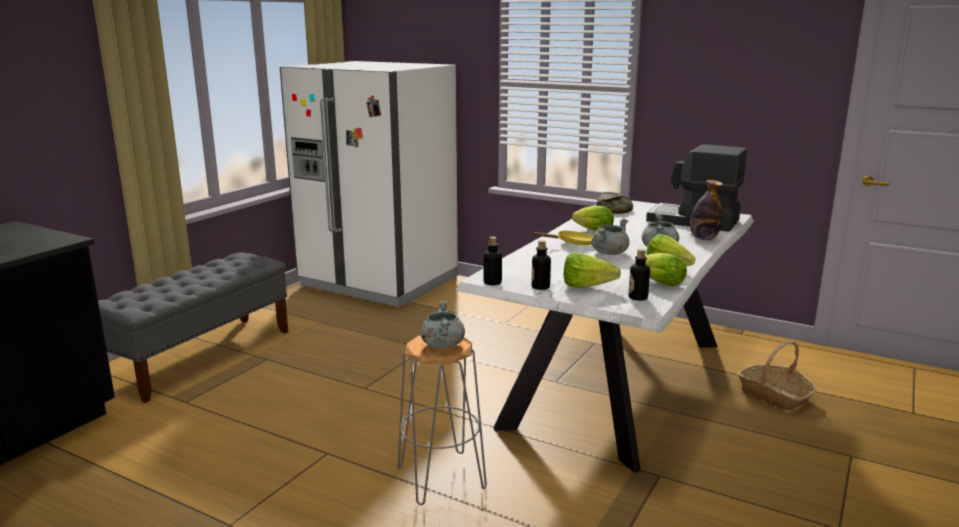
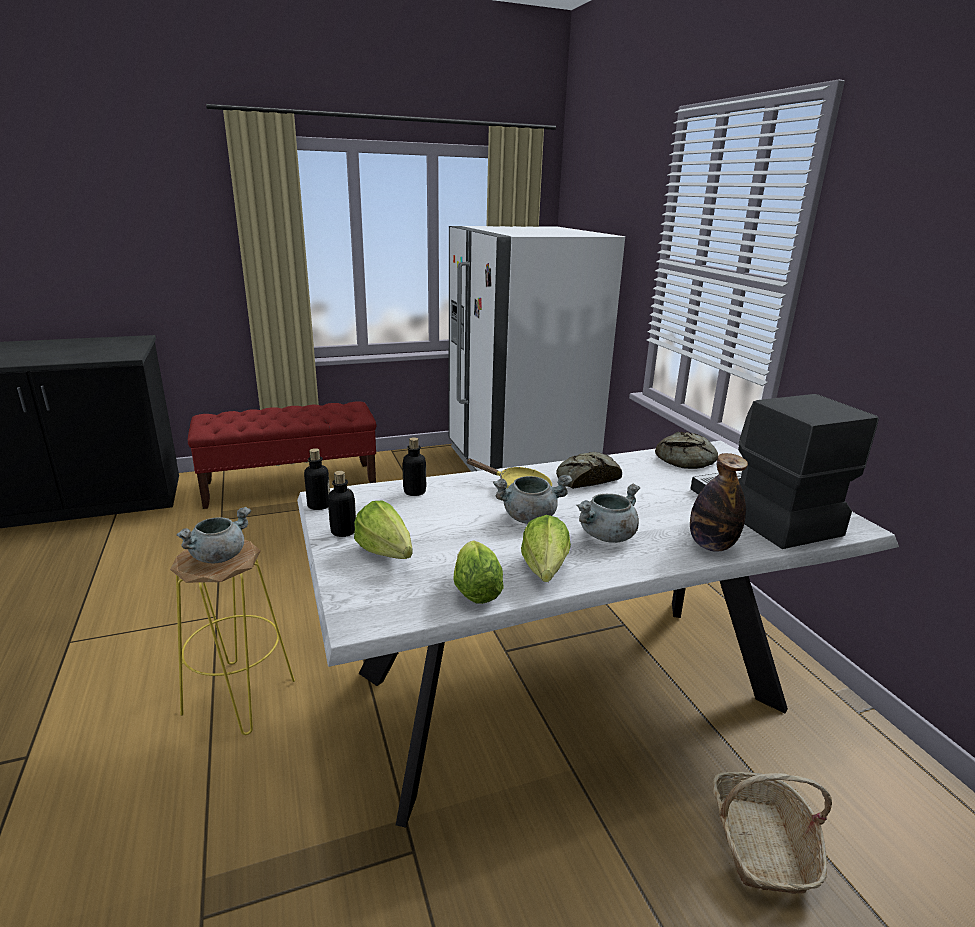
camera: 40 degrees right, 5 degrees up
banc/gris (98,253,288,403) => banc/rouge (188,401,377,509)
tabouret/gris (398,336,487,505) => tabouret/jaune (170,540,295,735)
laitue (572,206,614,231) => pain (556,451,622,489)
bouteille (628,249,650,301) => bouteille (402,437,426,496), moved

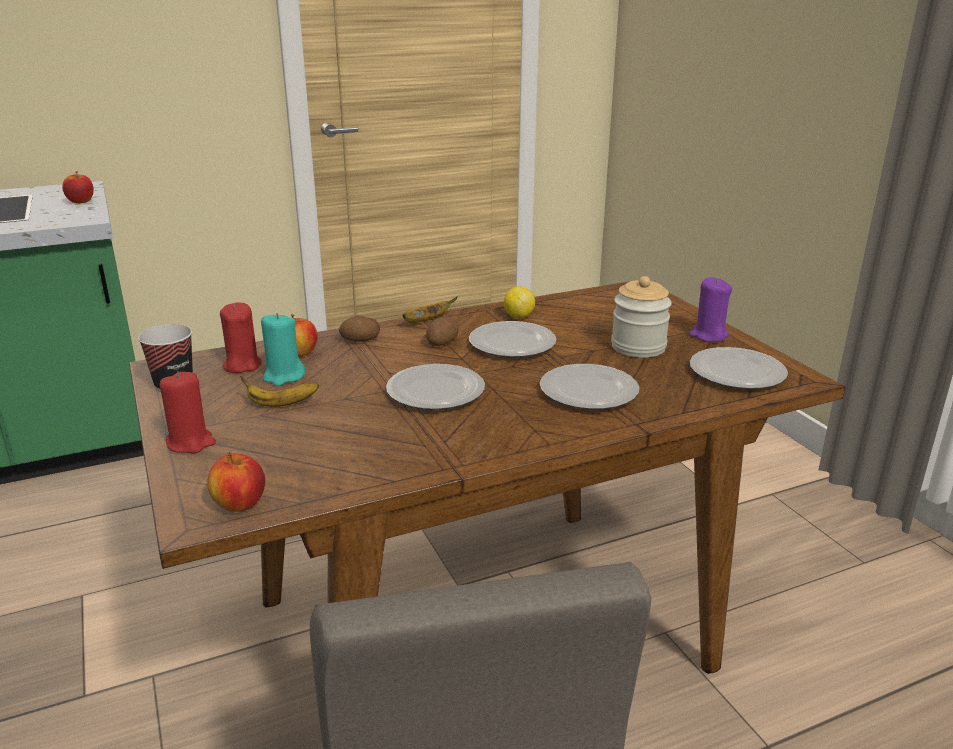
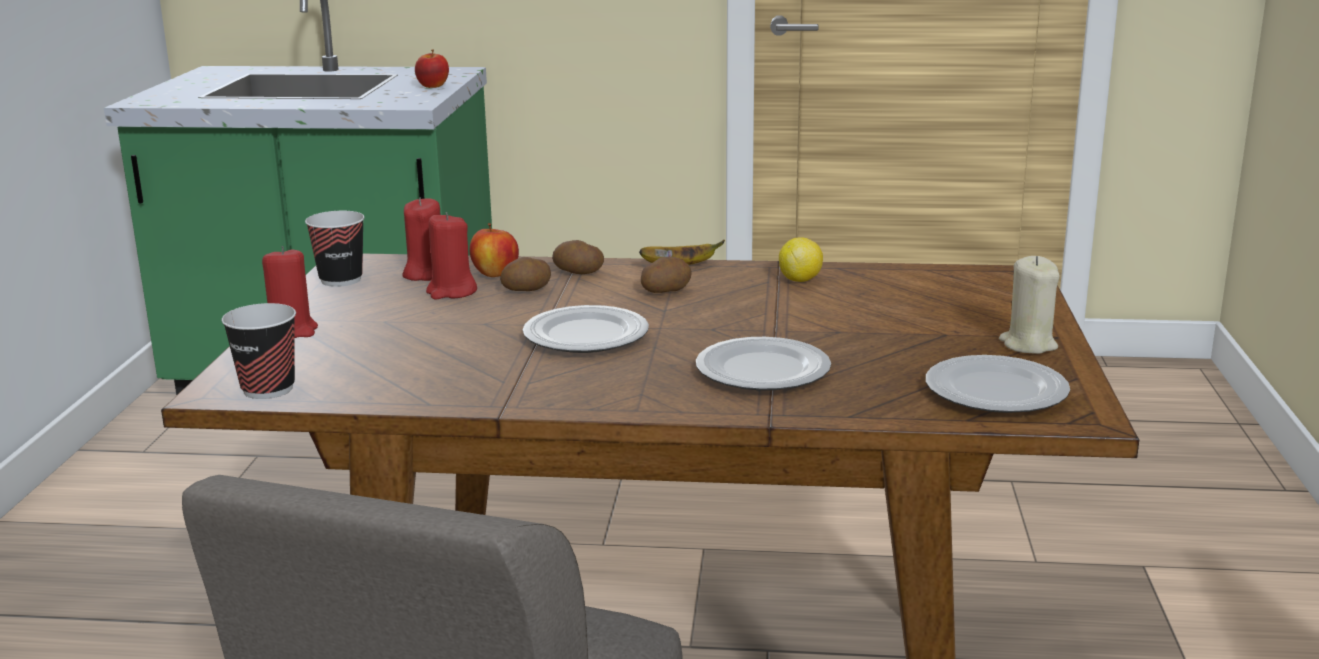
camera: 30 degrees right, 5 degrees down
pomme (207,452,265,512) => tasse (221,303,296,399)
banane (240,376,319,407) => nothing
bougie/turquoise (261,313,305,386) => bougie/rouge (426,212,477,300)
assiette (469,321,557,357) => nothing
bocal (611,276,672,358) => nothing
bougie/violet (688,277,732,342) => bougie/beige (999,256,1060,354)
nothing => pomme de terre (500,257,551,291)

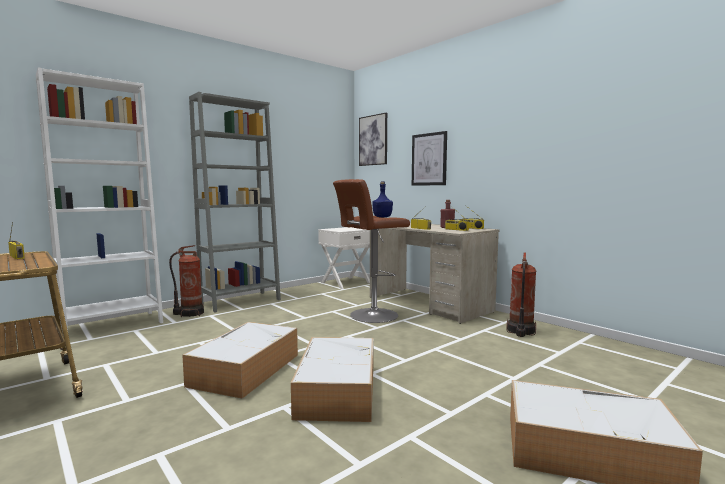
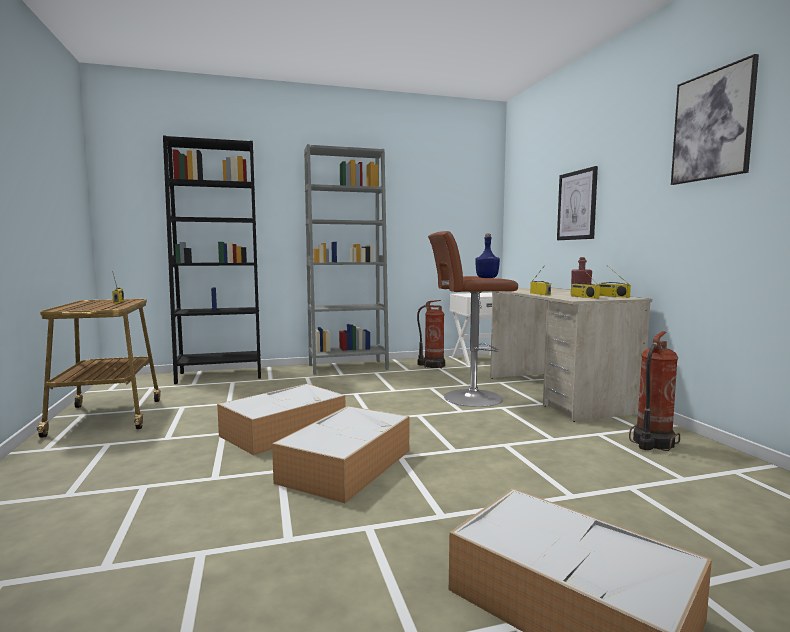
camera: 25 degrees right, 0 degrees up
bibliothèque/blanc (36,67,163,330) => bibliothèque/noir (163,135,261,384)
extincteur (169,245,204,317) => extincteur (417,300,445,369), moved
tableau (359,113,387,166) => tableau (671,54,759,185), moved

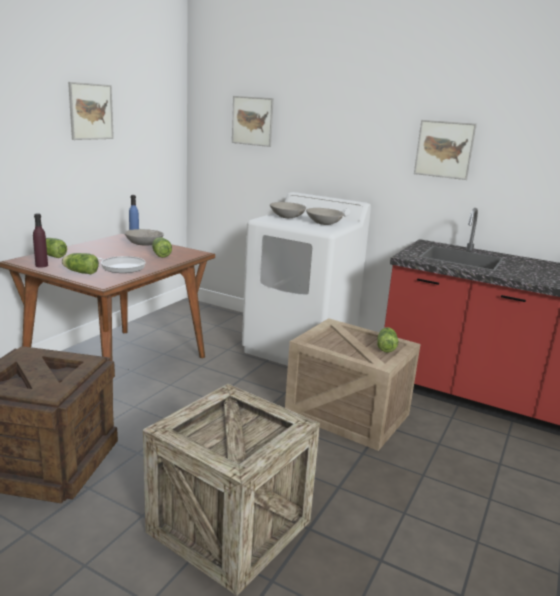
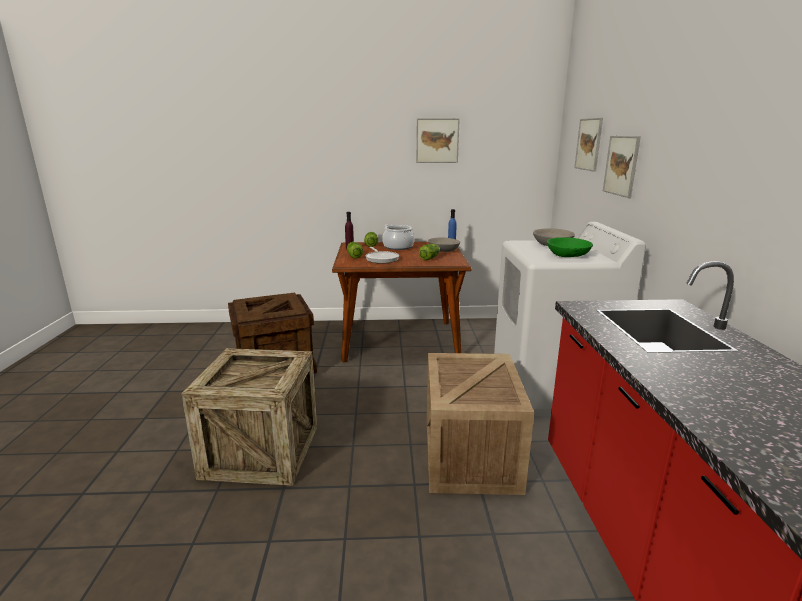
camera: 60 degrees right, 0 degrees up
bol/gris (306,208,344,225) => bol/vert (547,237,593,257)
laitue (377,327,398,353) => nothing
tableau (414,120,477,180) => tableau (603,136,641,198), moved
nothing => marmite (382,224,415,250)

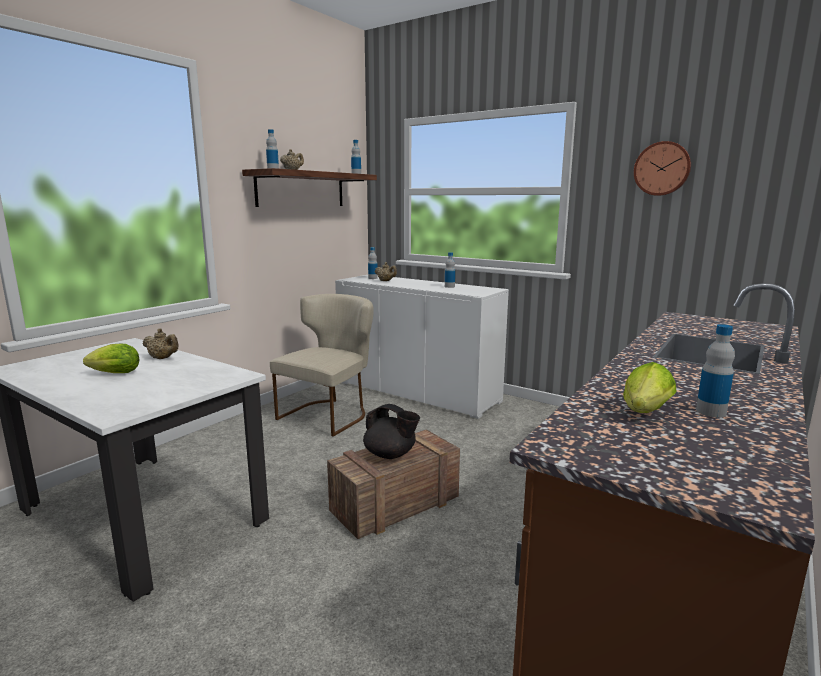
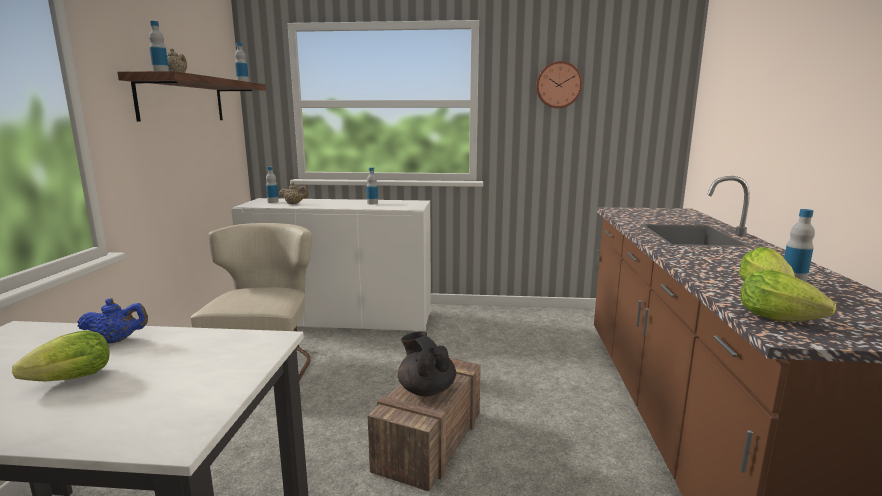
camera: 30 degrees left, 0 degrees up
théière/beige (143,329,179,359) => théière/bleu (77,298,148,343)
théière/noir (363,404,420,459) => théière/noir (398,331,456,396), 120 degrees counterclockwise
nothing => laitue (740,270,836,322)

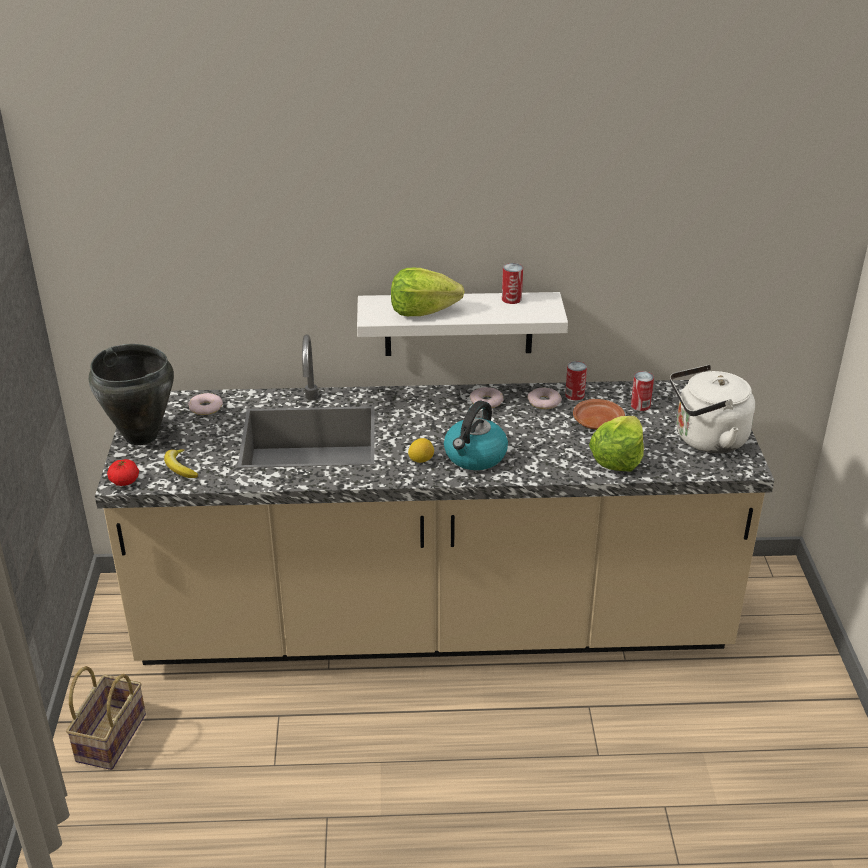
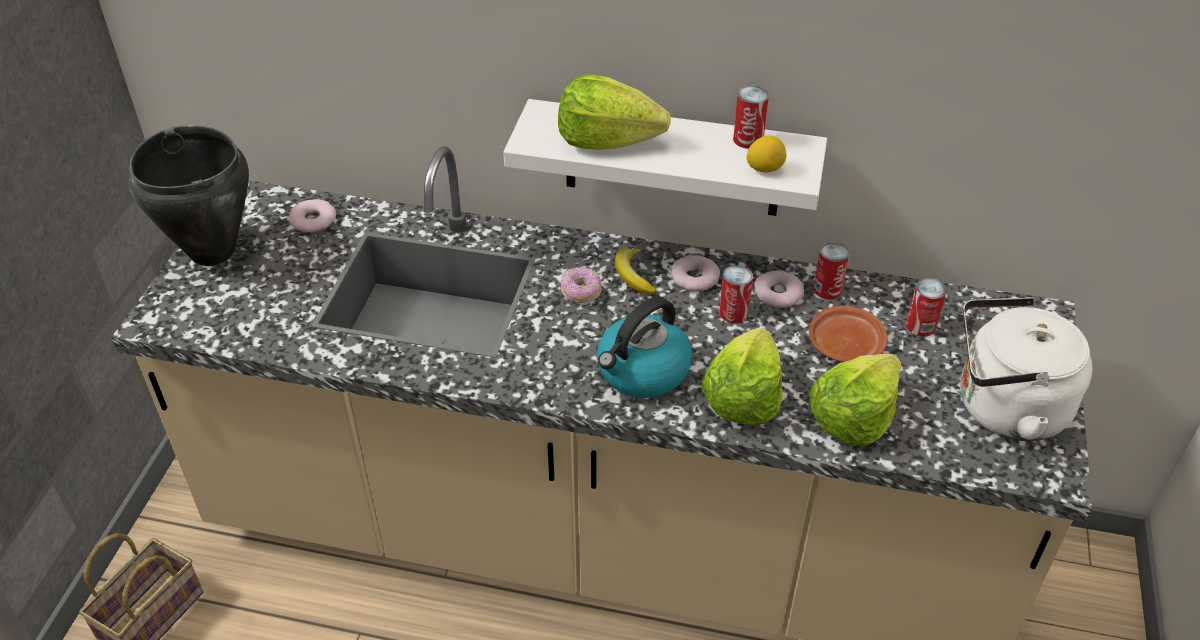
camera: 15 degrees right, 10 degrees up
tomate (107,459,139,486) => nothing
banane (164,449,198,478) => banane (615,248,656,295), moved
citron (408,438,434,463) => citron (746,136,786,173), moved
nothing => beignet (561,267,602,303)
nothing => laitue (701,328,783,426)
nothing => boîte métallique (719,265,753,323)

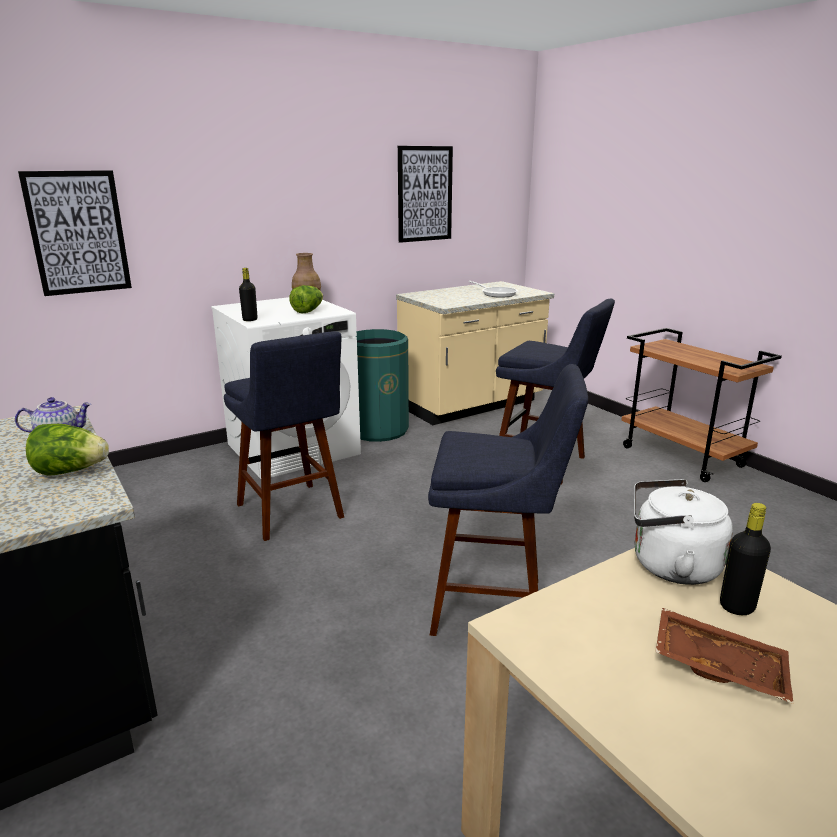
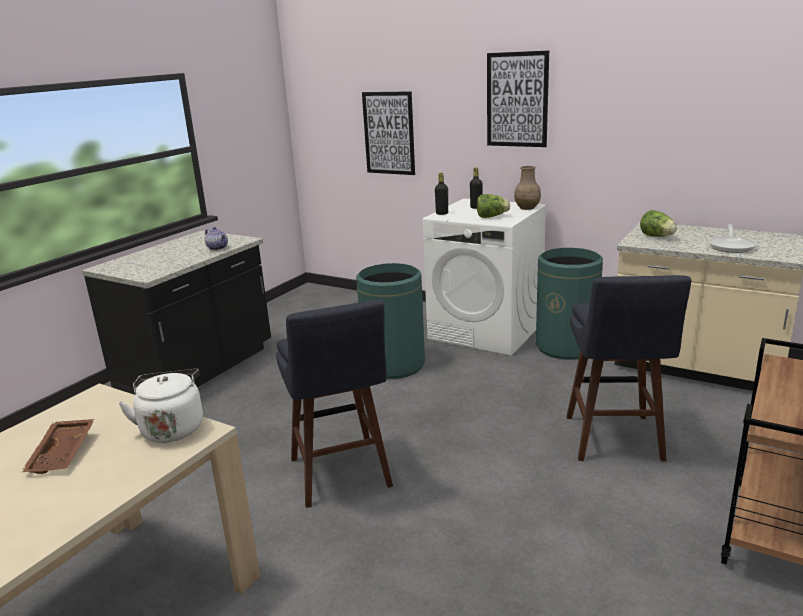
camera: 65 degrees right, 0 degrees up
laitue (26,424,109,475) => laitue (640,210,677,237), moved
tabouret/bleu (224,331,344,541) => poubelle/vert (356,263,425,379)
tableau (398,146,453,243) => tableau (487,51,549,147), moved
bouteille/noir (720,503,771,615) => bouteille/noir (470,167,482,209), moved

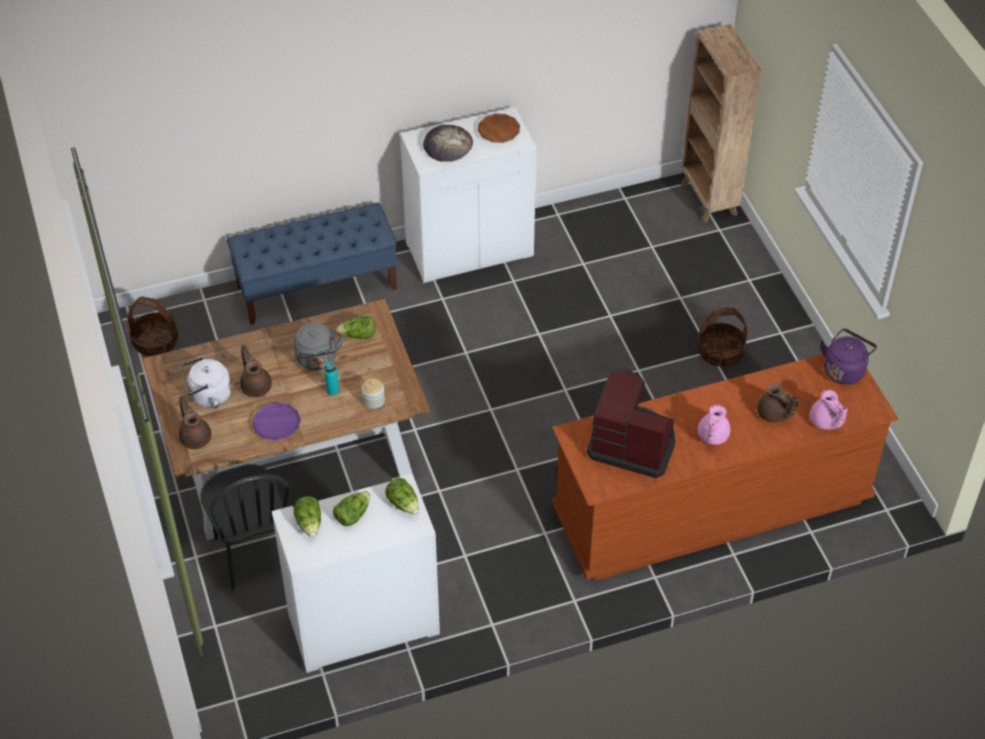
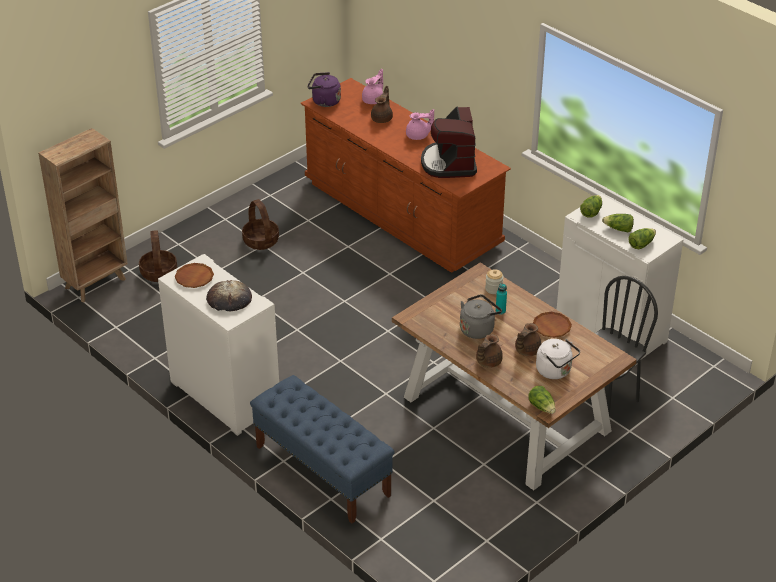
camera: 115 degrees left, 10 degrees down
panier (127,296,178,356) => panier (139,230,177,282), moved
théière/marron (179,395,212,449) => théière/marron (476,334,503,368), moved
assiette/violet (252,403,301,441) => assiette/marron (533,312,572,338)
laitue (336,316,375,339) => laitue (528,386,555,414), moved

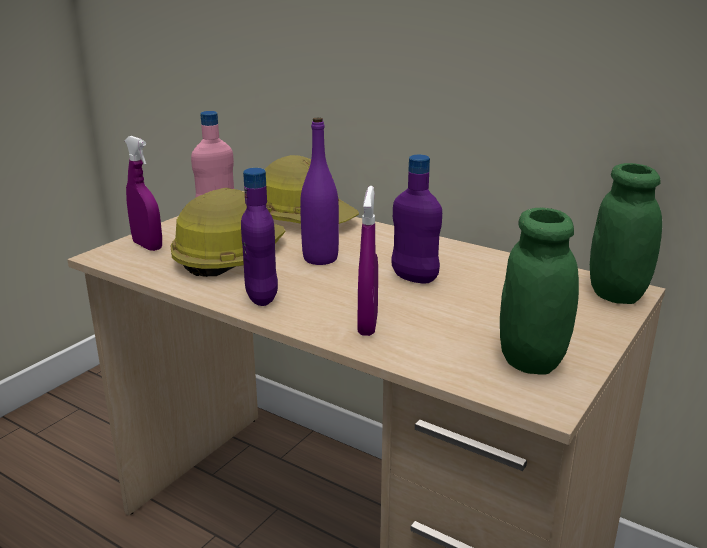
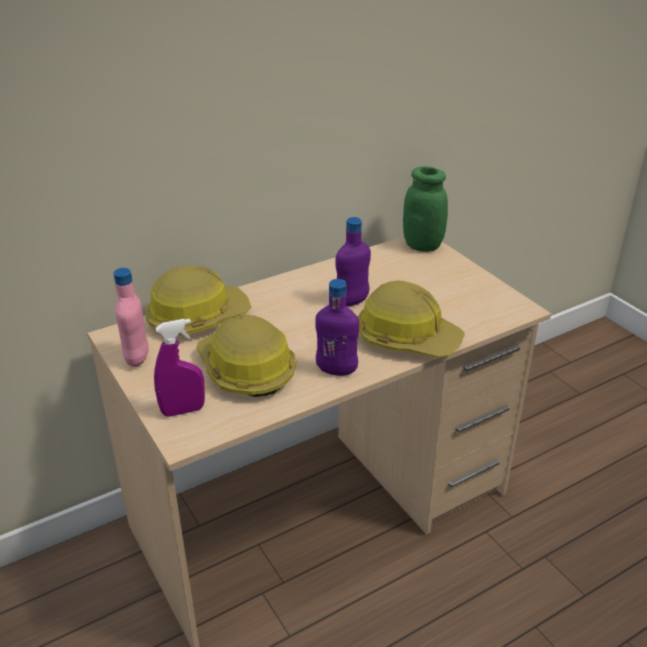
camera: 65 degrees left, 10 degrees up
bouteille/violet (300,117,339,265) => nothing
vaporisateur/violet (357,186,378,336) => casque de chantier (358,281,465,357)
bocal/vert (500,208,579,375) => nothing

